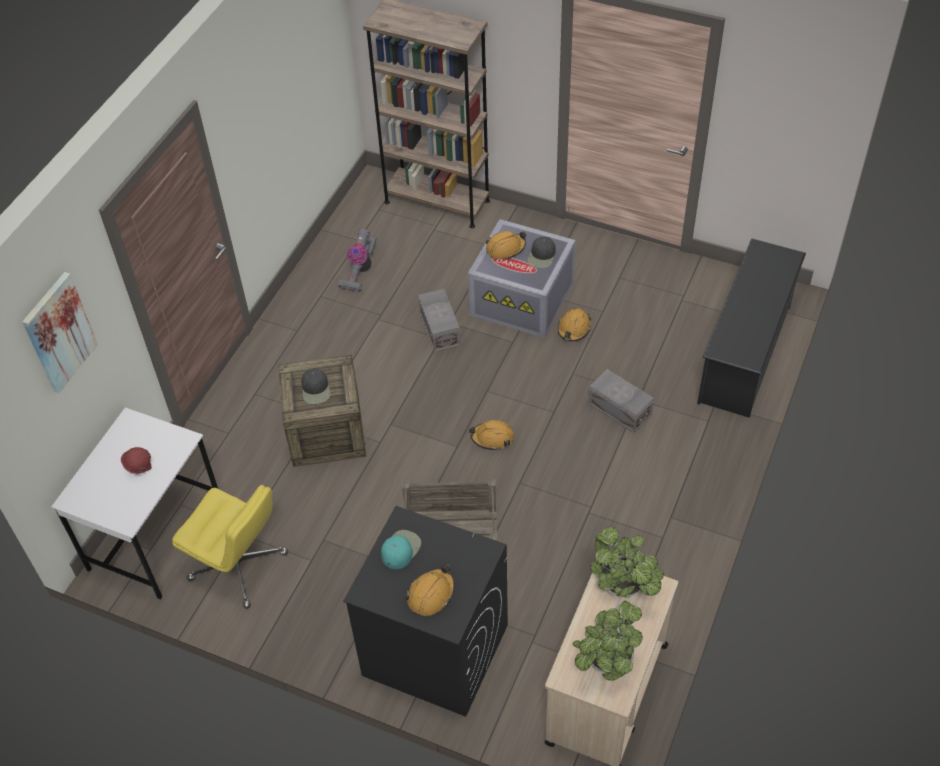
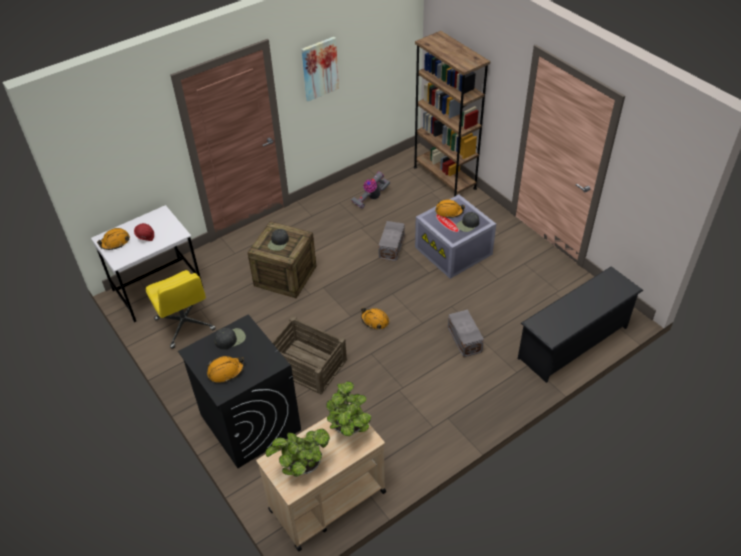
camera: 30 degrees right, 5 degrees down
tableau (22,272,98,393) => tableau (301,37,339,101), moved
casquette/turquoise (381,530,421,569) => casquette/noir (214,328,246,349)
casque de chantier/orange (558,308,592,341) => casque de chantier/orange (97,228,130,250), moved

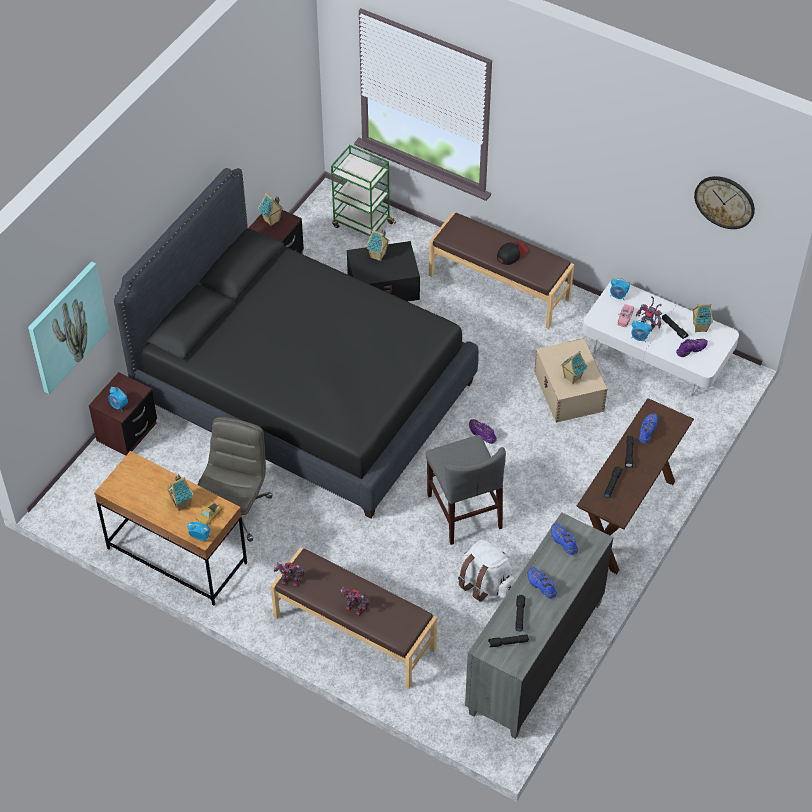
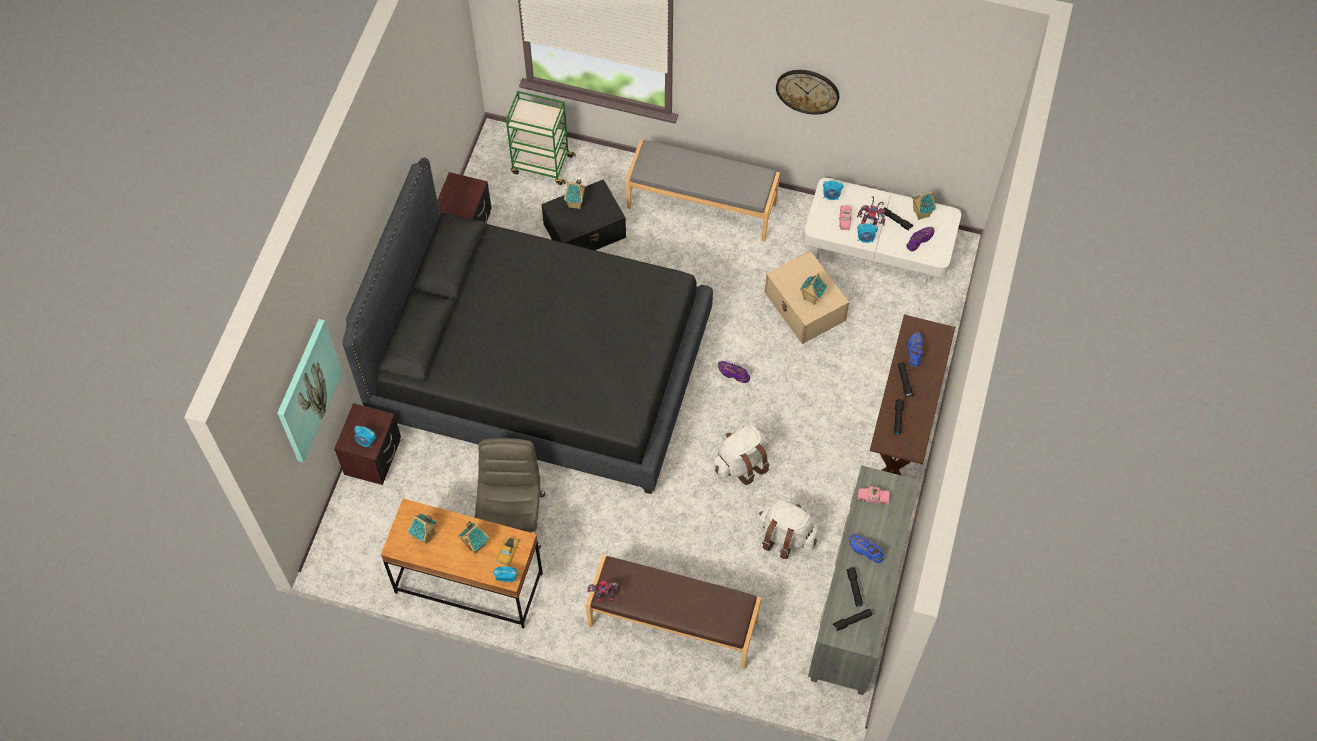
camera: 15 degrees left, 10 degrees up
maison miniature (258,193,283,226) => maison miniature (407,513,438,544), moved
robot jouet (341,587,369,616) => nothing
chaise/gris (426,435,506,545) => sac à dos/blanc (713,425,769,485)
banc/marron (429,212,574,329) => banc/gris (626,140,780,241)
casquette (497,241,528,265) => nothing
chaussure/bleu (551,523,578,555) => petite voiture/rose (858,486,889,504)
horloge murale (694,176,755,229) => horloge murale (776,70,839,115), moved

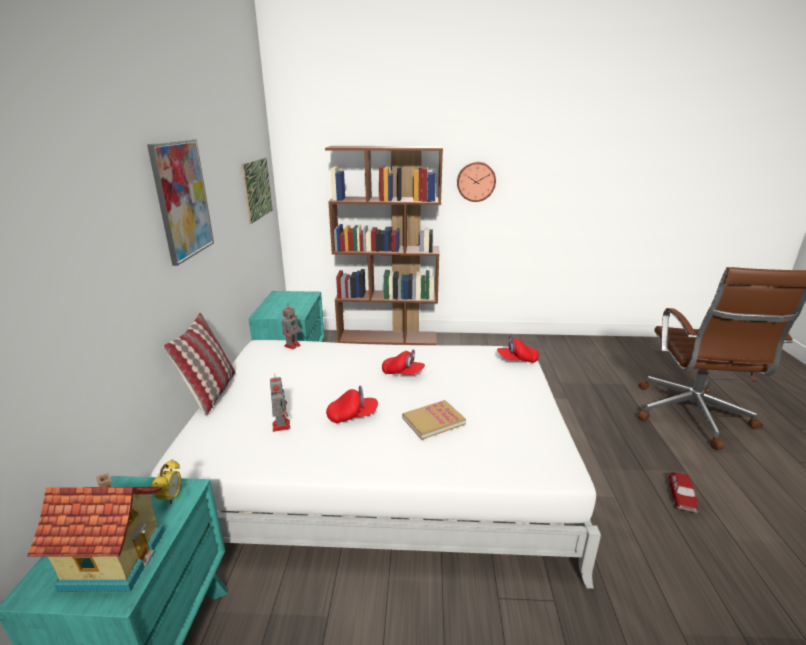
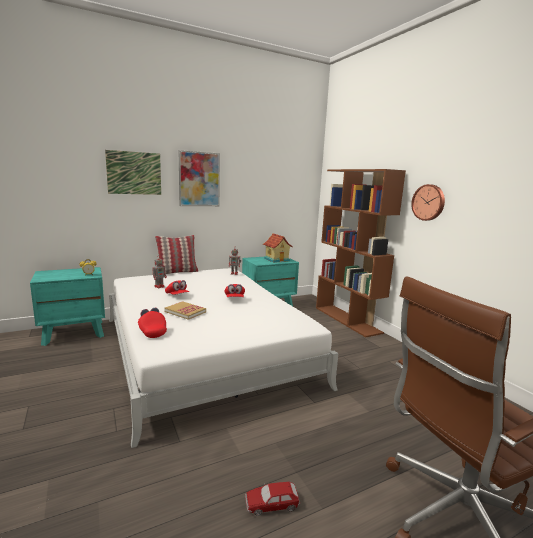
camera: 60 degrees right, 10 degrees down
maison miniature (27,473,165,591) => maison miniature (263,234,293,263), moved
tableau (242,158,273,224) => tableau (105,150,161,195), moved
casquette/rouge (497,336,539,363) => casquette/rouge (138,308,167,338), moved

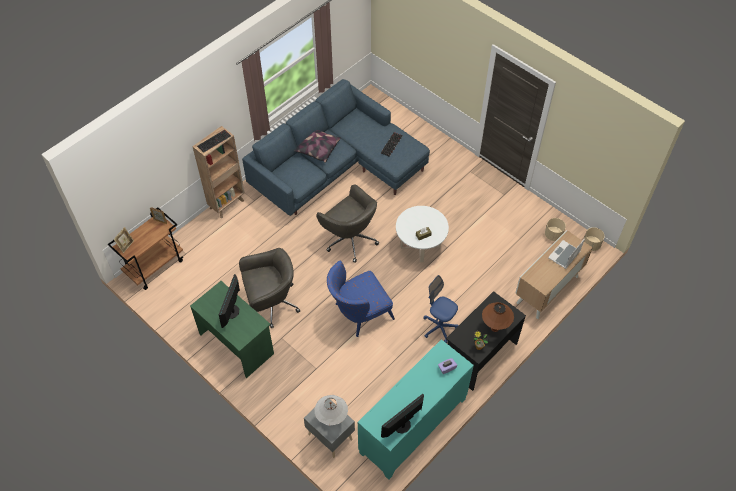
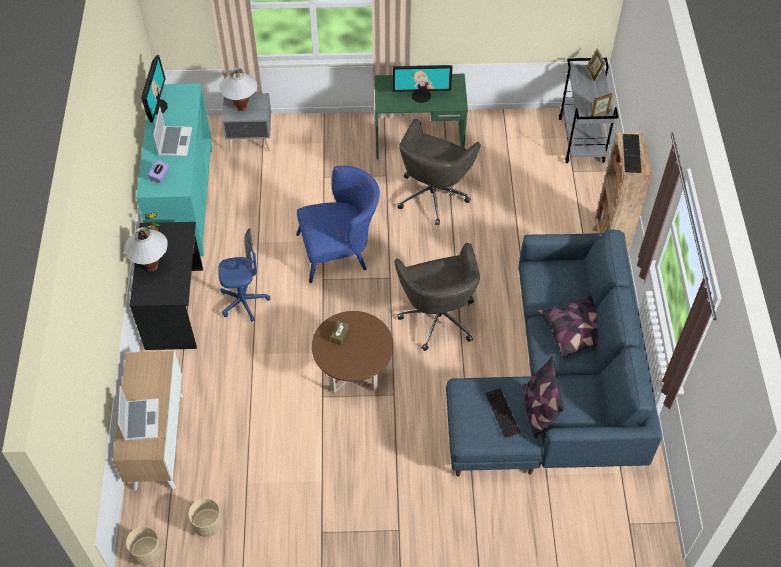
camera: 135 degrees right, 0 degrees up
chariot/marron (108,208,183,290) => chariot/gris (559,58,618,163)
écran d'ordinateur (219,274,240,328) => écran d'ordinateur (392,65,452,103), 120 degrees clockwise
chaise de bureau/gris (316,184,379,263) => chaise de bureau/gris (394,243,480,351), 105 degrees counterclockwise
fauteuil/bleu (327,261,395,337) => fauteuil/bleu (296,166,380,283), 60 degrees clockwise
table basse/blanc (396,206,449,262) => table basse/marron (312,311,393,392)
lampe de table/marron (482,302,514,332) => lampe de table/blanc (125,227,168,271)
nothing => ordinateur portable (153,107,192,156)
nothing => coussin (524,356,564,439)

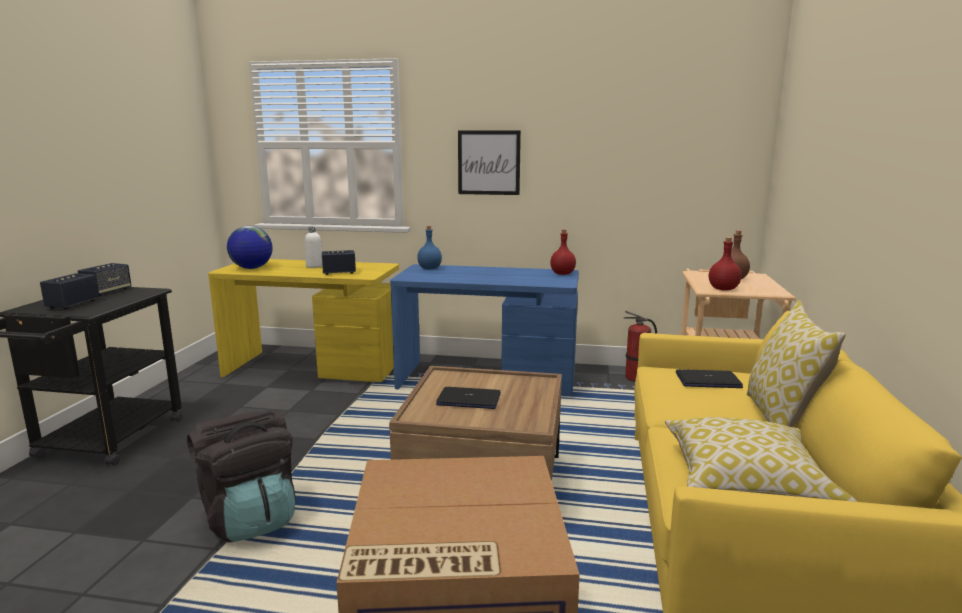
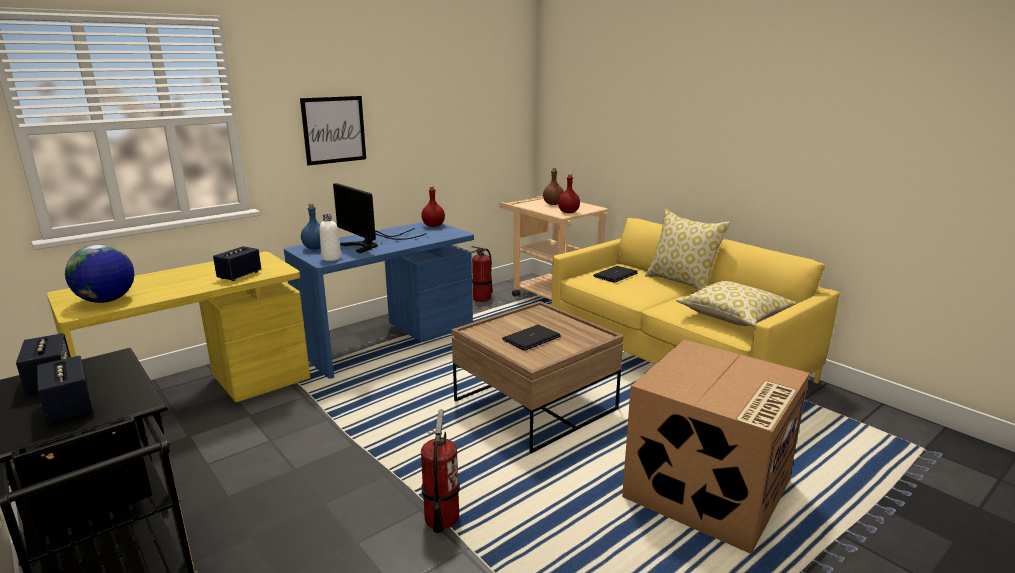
camera: 50 degrees left, 5 degrees up
sac à dos/noir (187,409,296,542) => extincteur (421,409,460,533)
bouteille/blanc (305,227,322,268) => bouteille/blanc (319,214,341,261), moved
nothing => écran d'ordinateur (333,183,427,253)

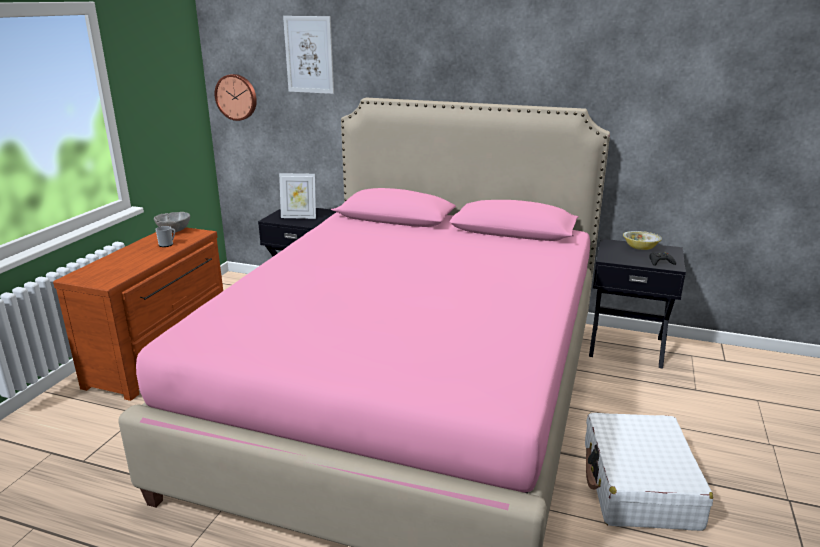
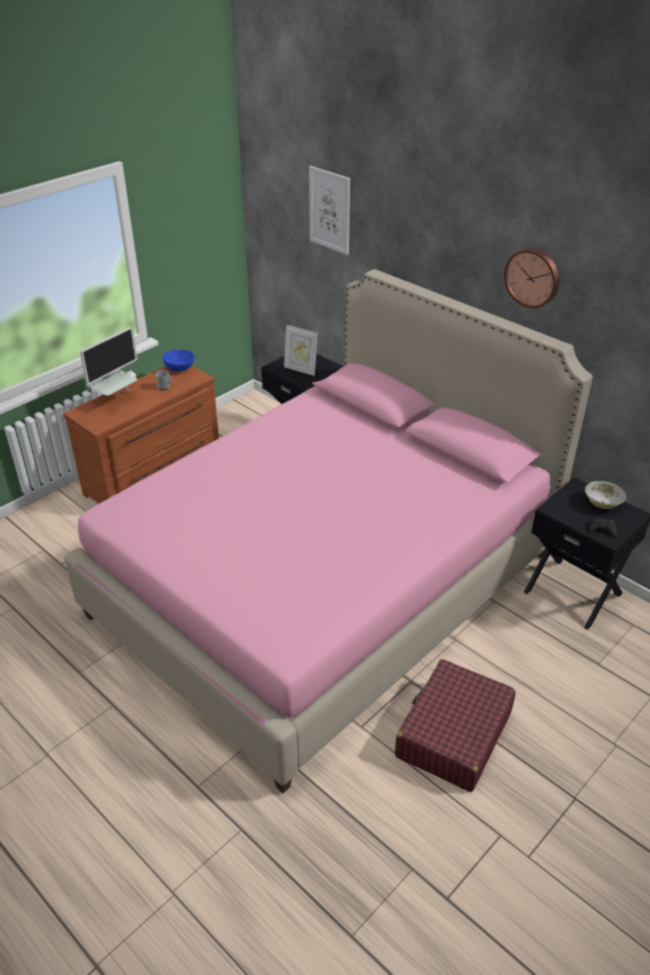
camera: 25 degrees right, 15 degrees up
bol/gris (154,212,190,233) => bol/bleu (162,350,194,372)
horloge murale (215,74,257,121) => horloge murale (504,248,559,308), moved
valise/blanc (585,413,713,531) => valise/rouge (395,659,516,792)
nothing => écran d'ordinateur (80,327,138,396)

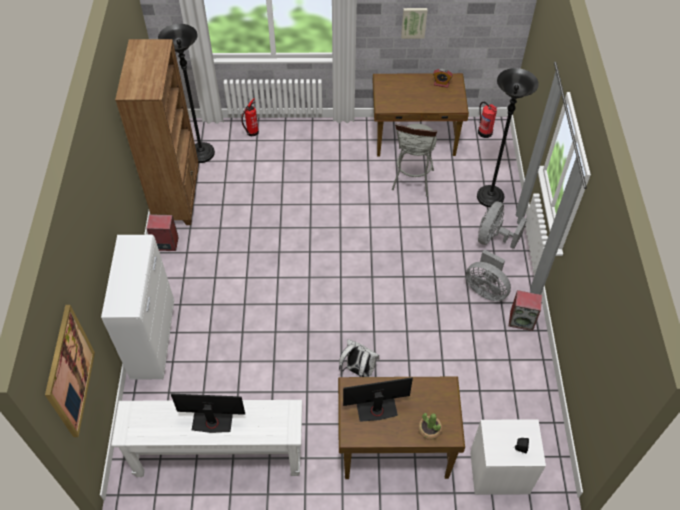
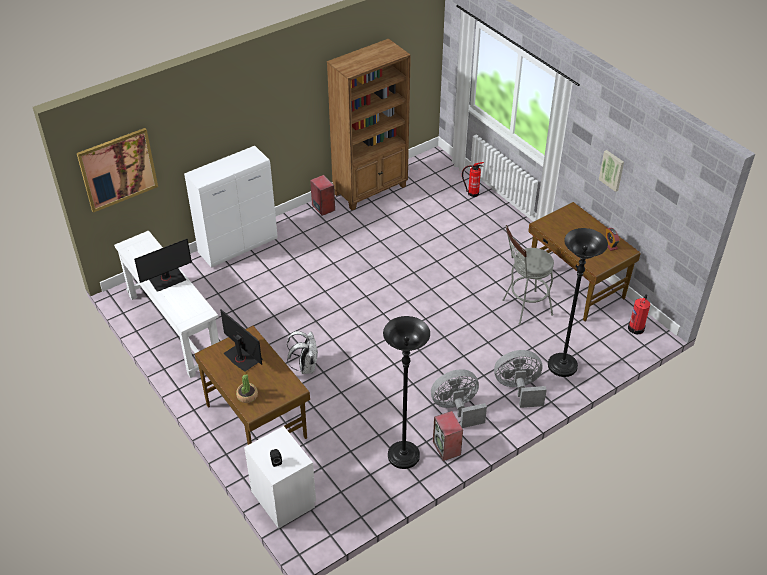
camera: 55 degrees right, 10 degrees down
lampadaire/noir (158,24,215,163) => lampadaire/noir (383,316,430,469), moved
écran d'ordinateur (171,394,245,433) => écran d'ordinateur (134,239,192,292), 90 degrees clockwise
ventilateur/gris (465,249,511,301) => ventilateur/gris (431,369,487,428), 75 degrees clockwise

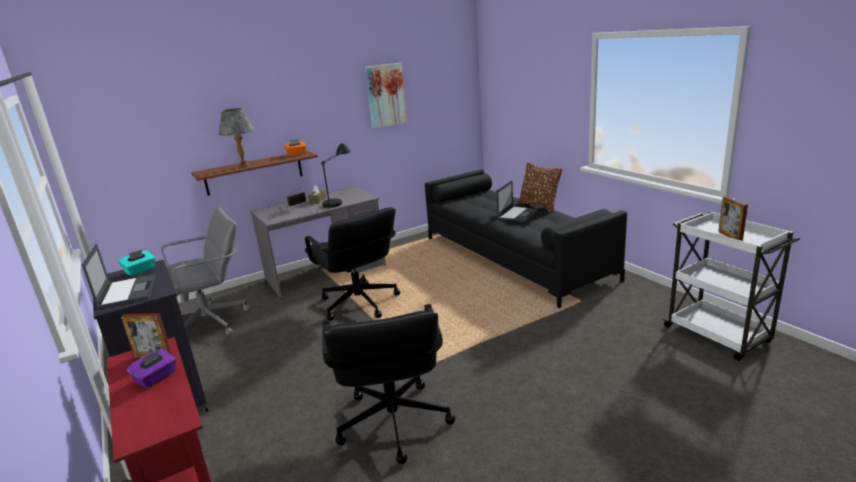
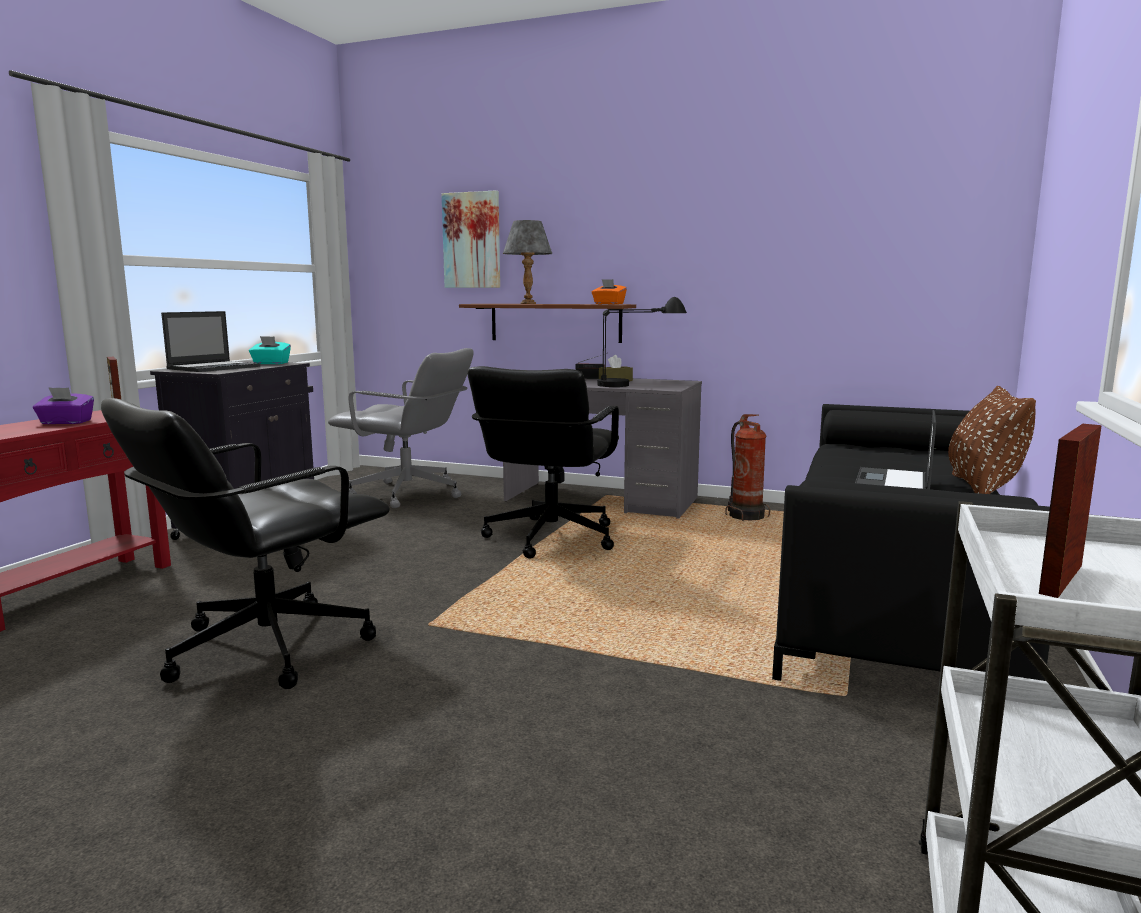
camera: 50 degrees right, 10 degrees down
tableau (365,63,407,128) => tableau (442,190,500,288), moved
ordinateur portable (497,180,539,222) => ordinateur portable (855,410,936,489), 120 degrees clockwise
nothing => extincteur (725,414,770,521)

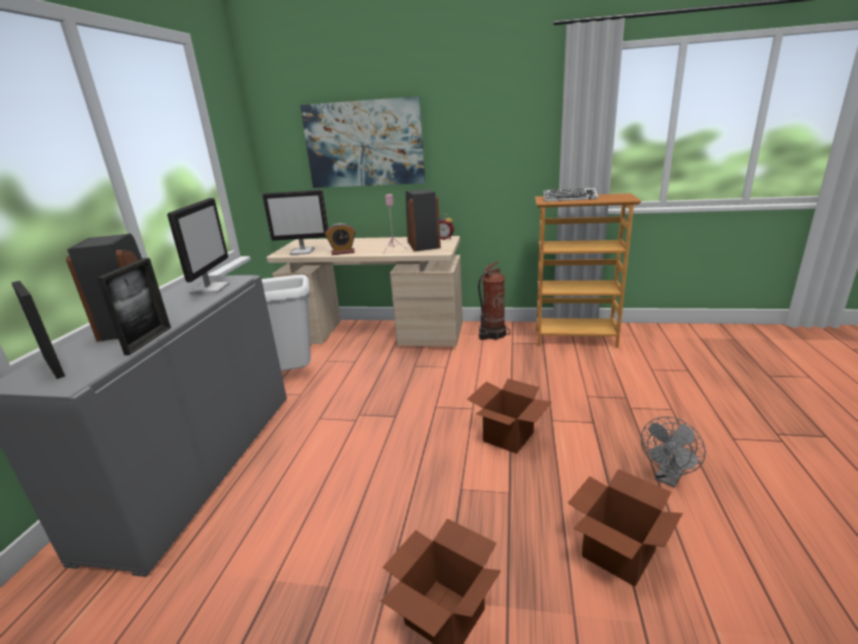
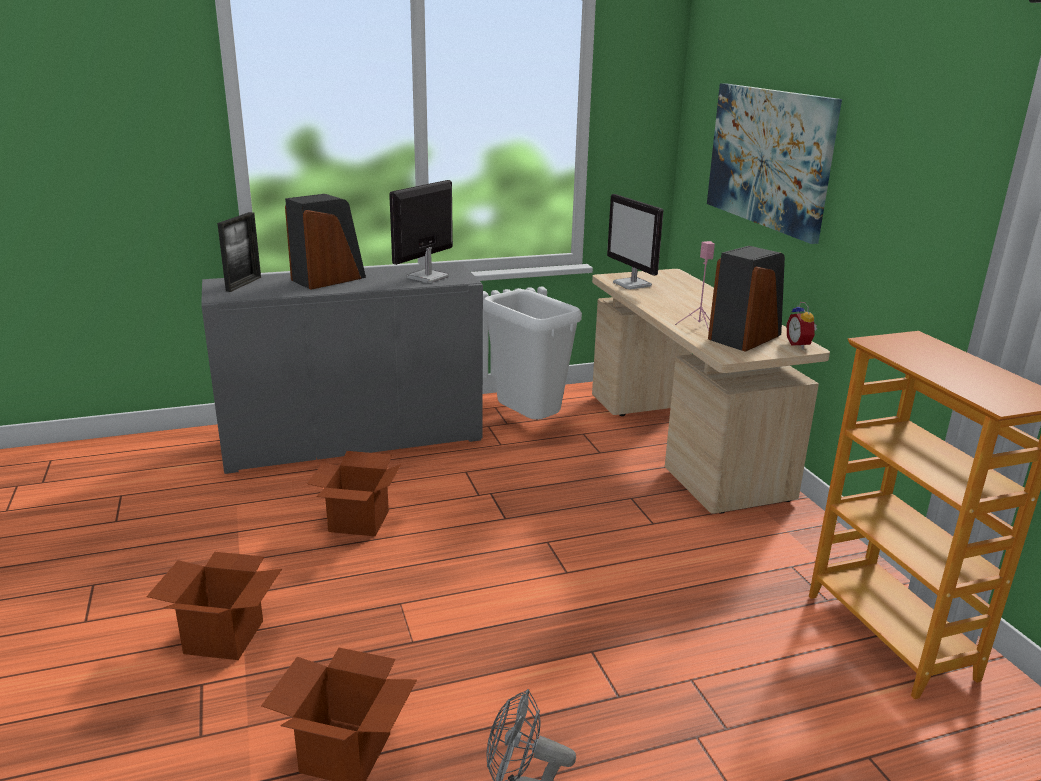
camera: 60 degrees right, 0 degrees up
cadre photo (97,258,171,355) => nothing
écran d'ordinateur (167,198,229,294) => écran d'ordinateur (389,180,453,283), 150 degrees clockwise
réveil (325,223,356,255) => nothing
carton (467,379,552,454) => carton (307,451,401,536), moved
extincteur (478,261,510,340) => nothing
clavier (543,188,598,202) => nothing

